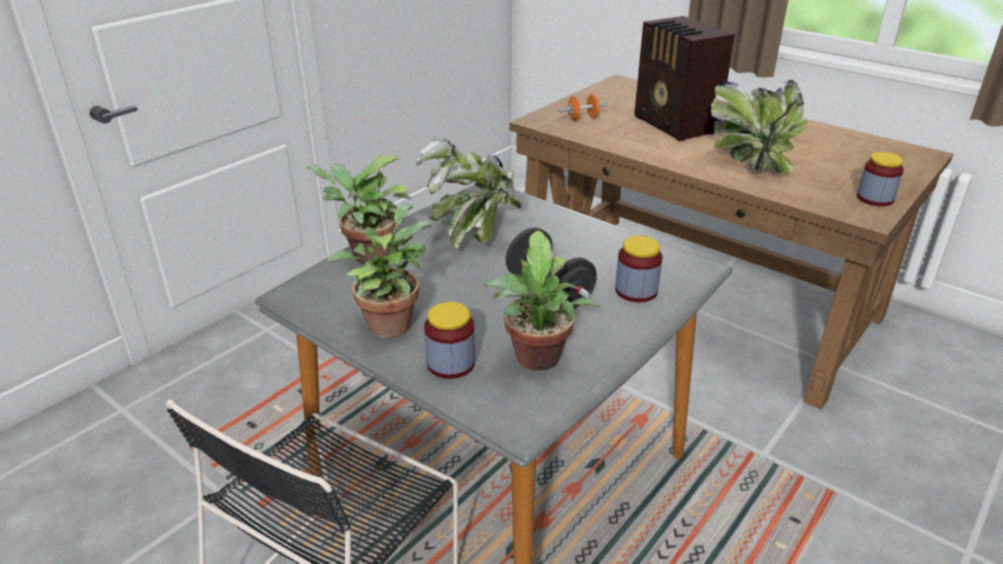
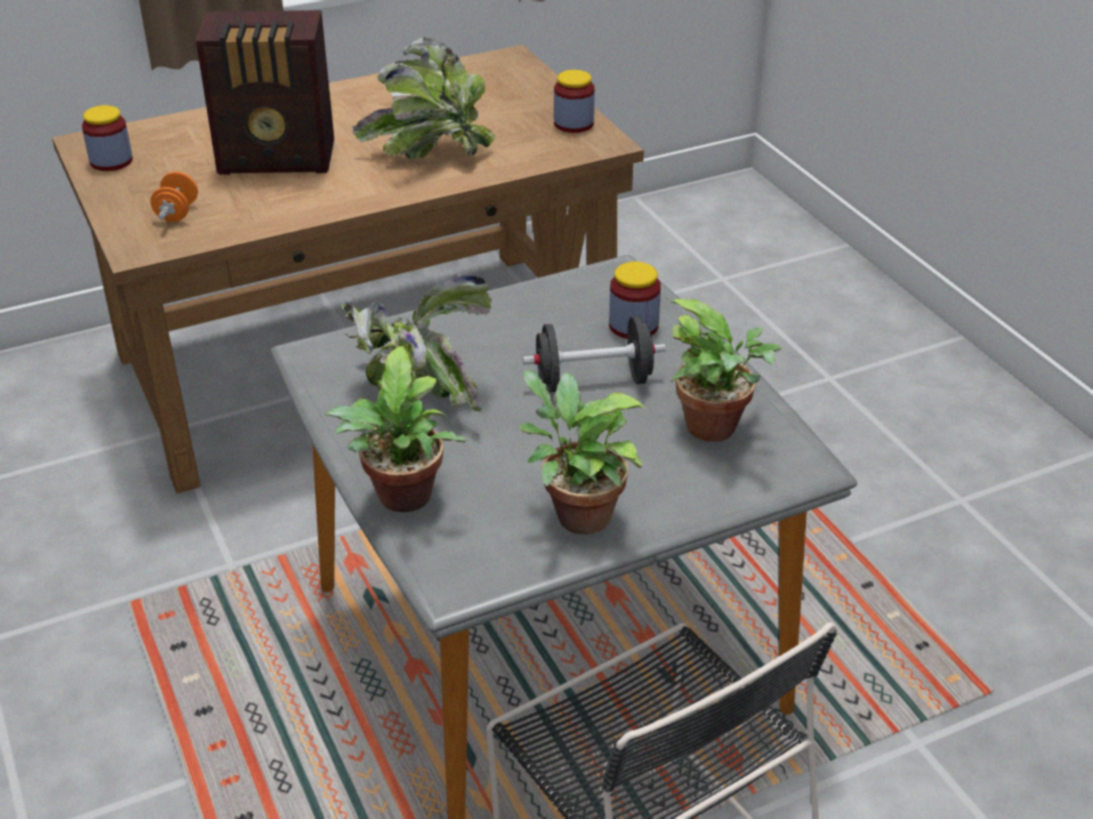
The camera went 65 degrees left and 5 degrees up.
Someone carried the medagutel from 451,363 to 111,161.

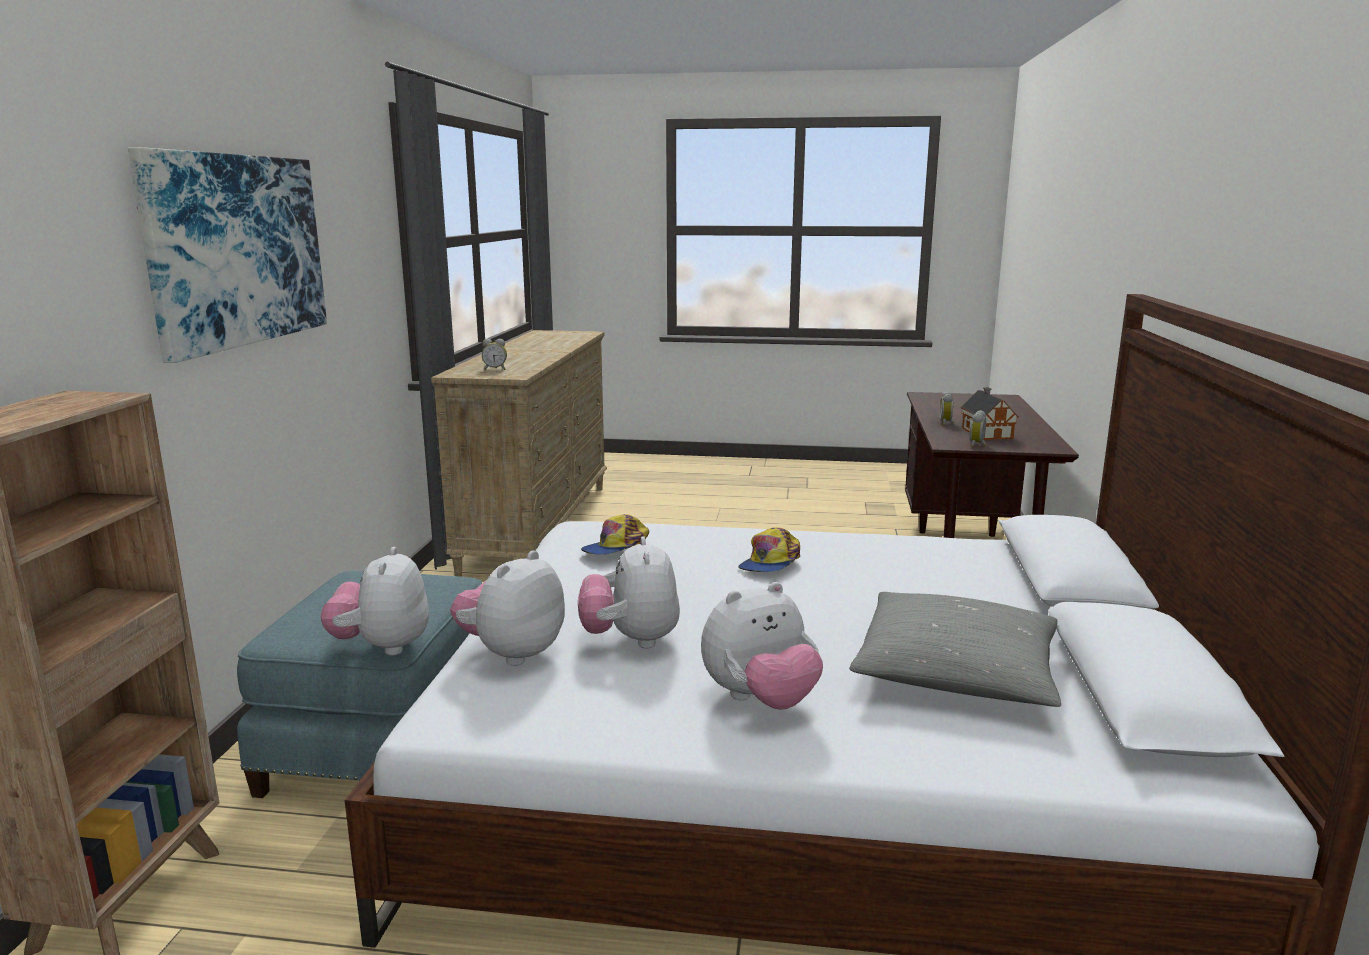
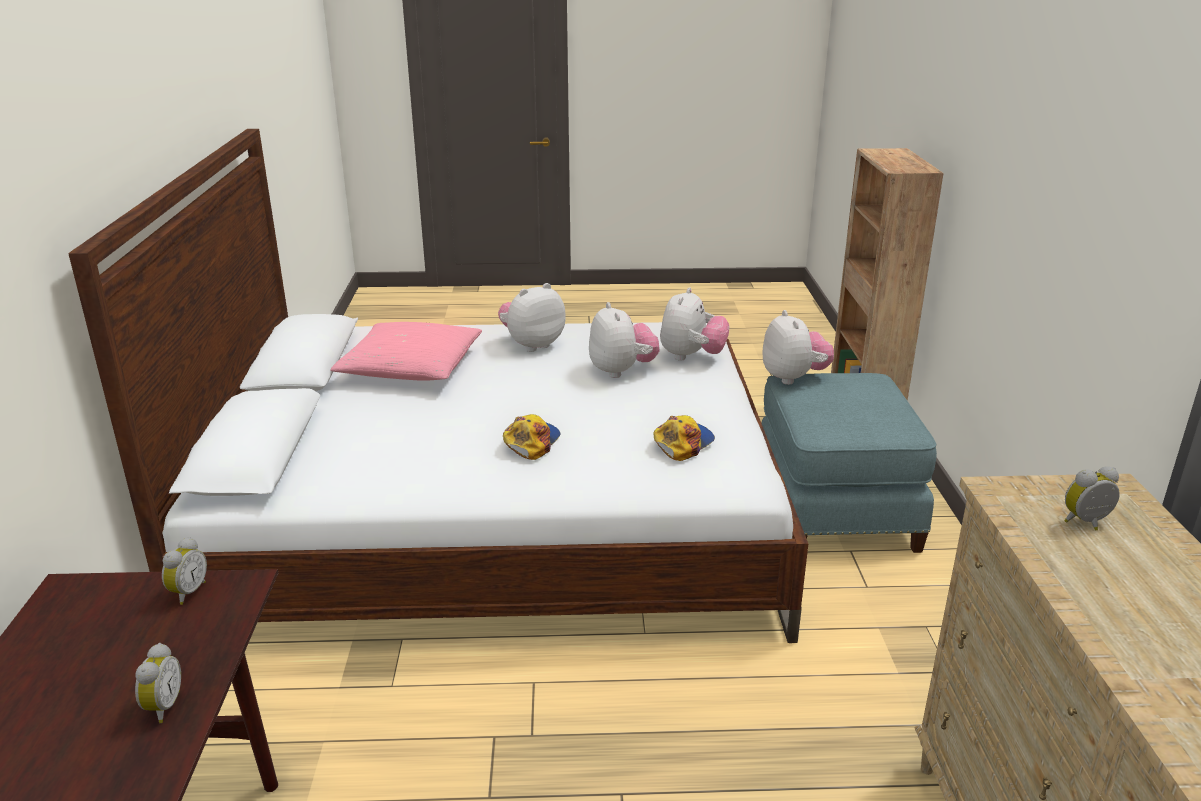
The camera went 170 degrees right and 10 degrees up.
Someone repainted the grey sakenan at 956,672, which became the pink sakenan at 411,368.
Someone took away the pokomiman at 237,250.
Someone took away the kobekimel at 986,432.

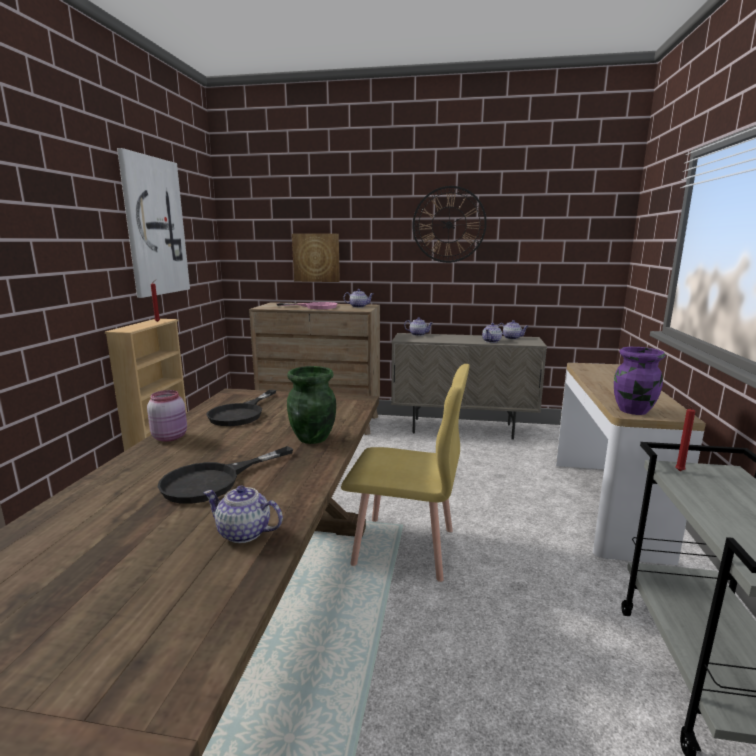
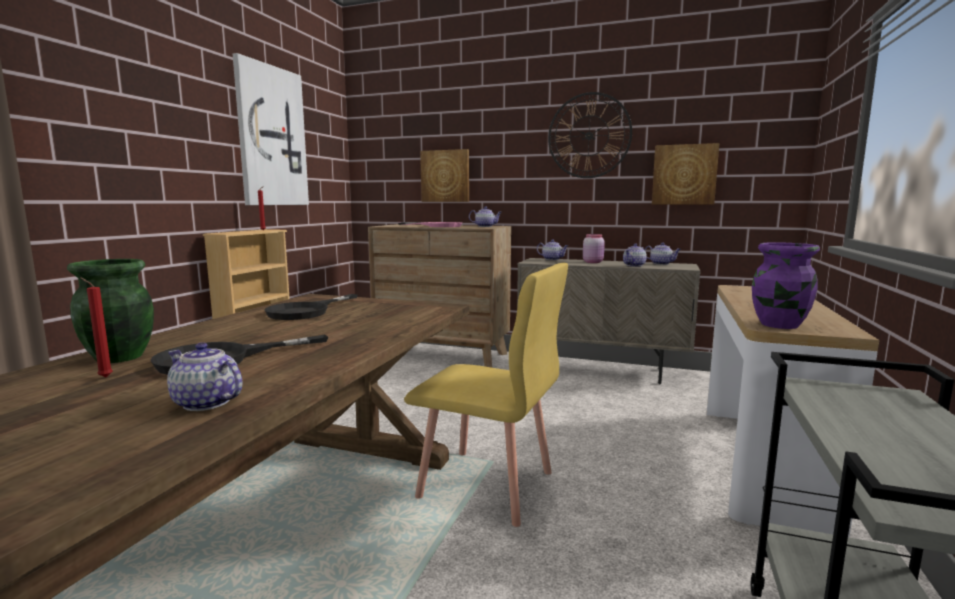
The camera went 10 degrees right and 5 degrees down.
Someone carried the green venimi from 313,438 to 120,357.
Someone carried the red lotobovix from 678,471 to 103,377.
Someone carried the pink medagutel from 171,437 to 593,262.
Someone put up the pokomiman at 684,175.

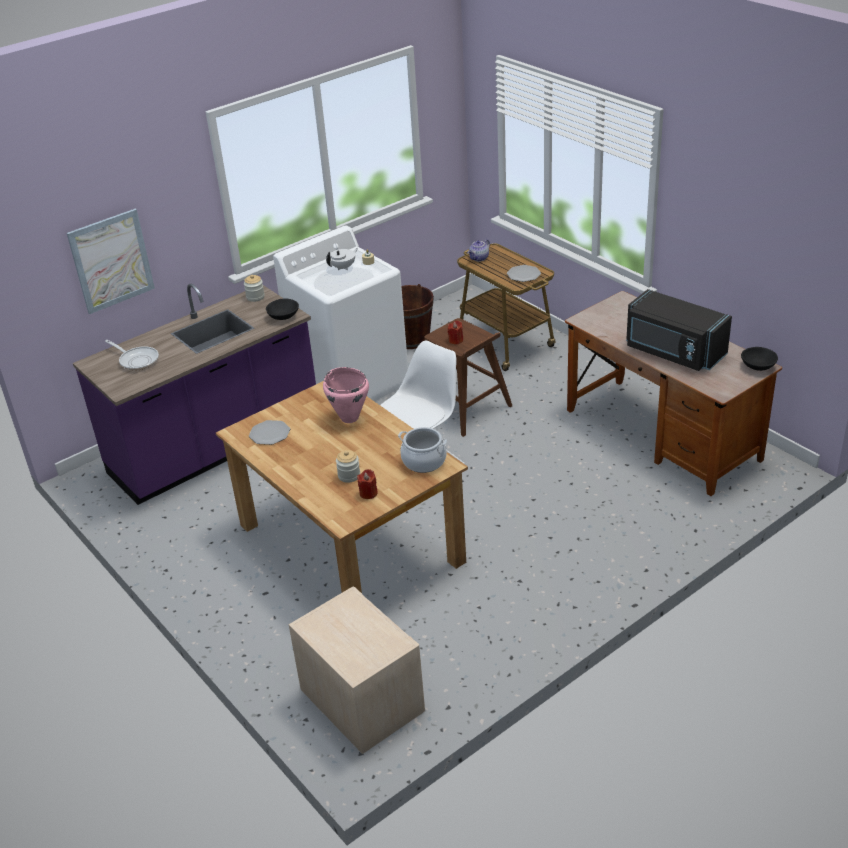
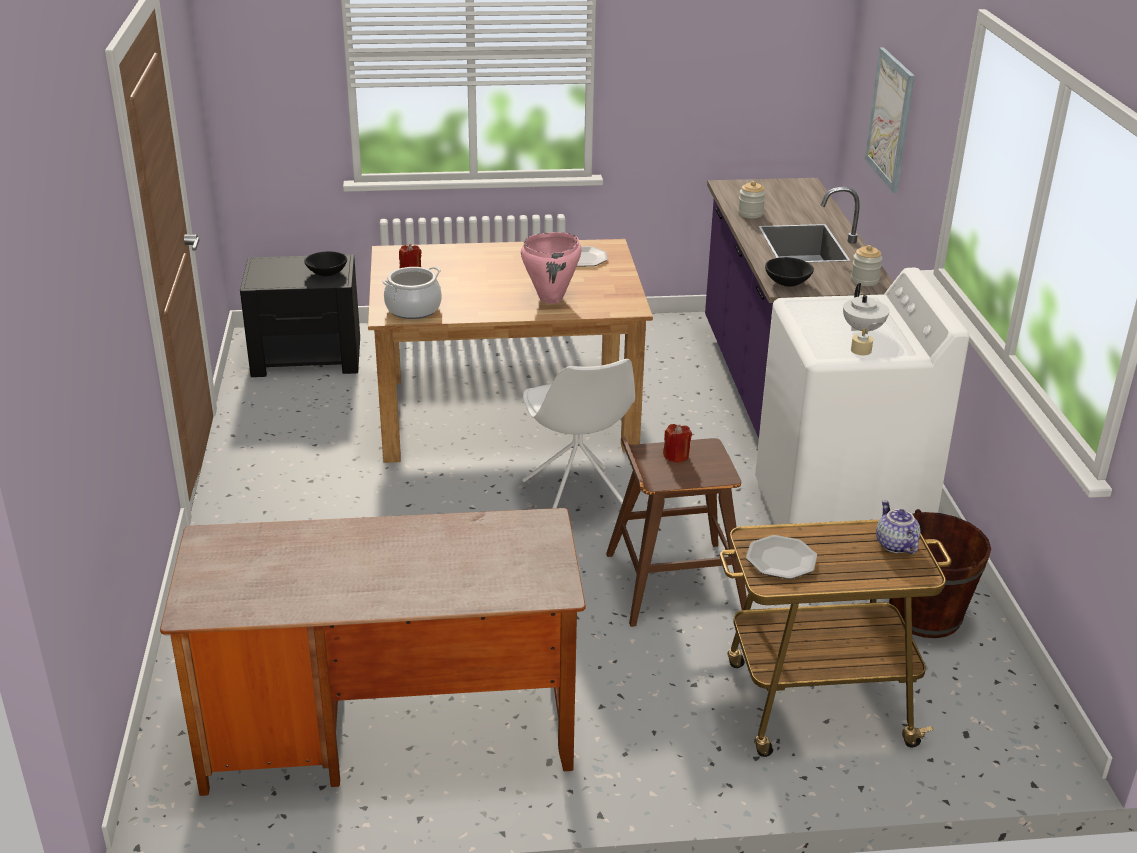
The camera went 120 degrees right and 5 degrees down.
Someone repainted the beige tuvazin at 361,699, which became the black tuvazin at 307,356.
Someone carried the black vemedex from 758,366 to 326,273.
Someone carried the medagutel from 349,475 to 750,214.
Someone took away the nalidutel at 137,360.
Someone took away the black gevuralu at 673,352.

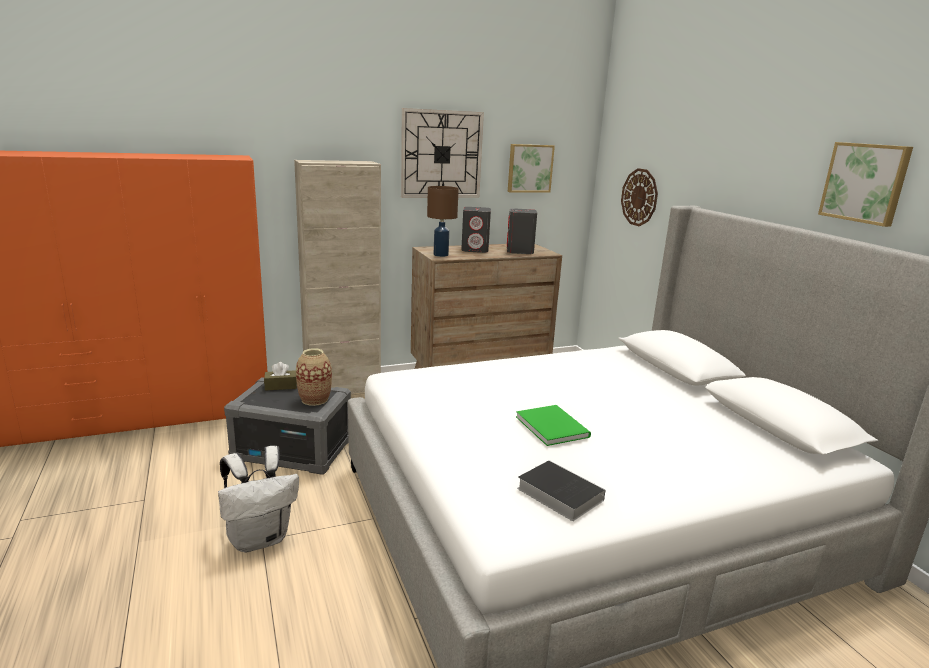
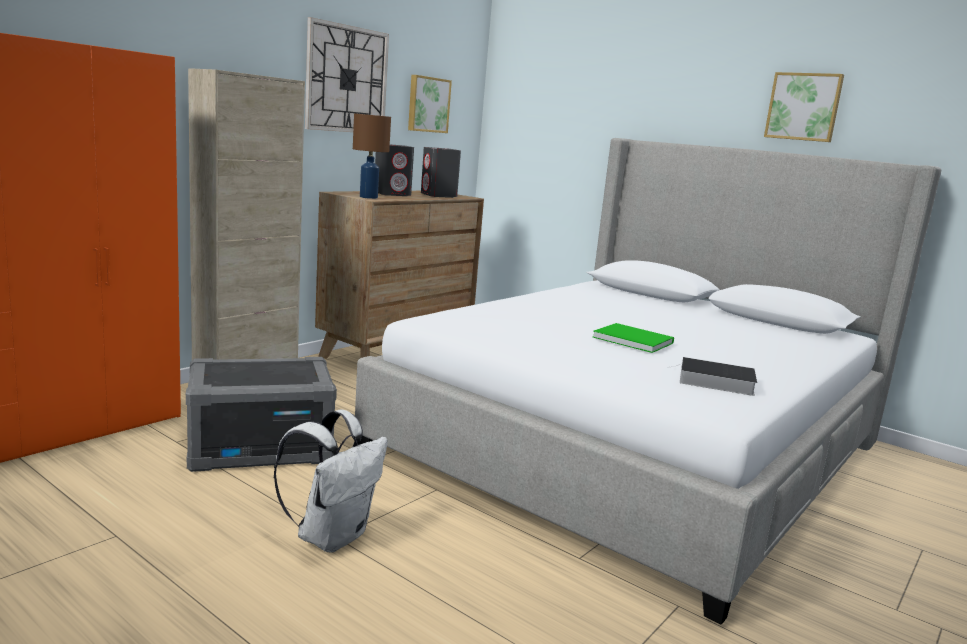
The camera went 30 degrees left and 5 degrees down.
Someone took away the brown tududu at 281,386.
Someone took away the venimi at 315,399.
Someone took away the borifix at 639,197.

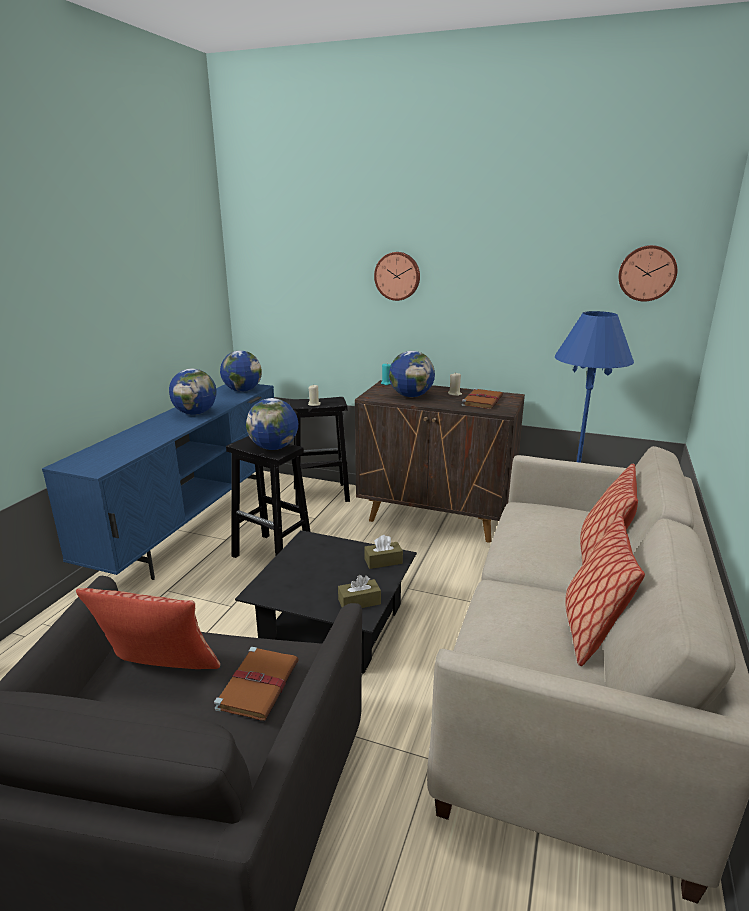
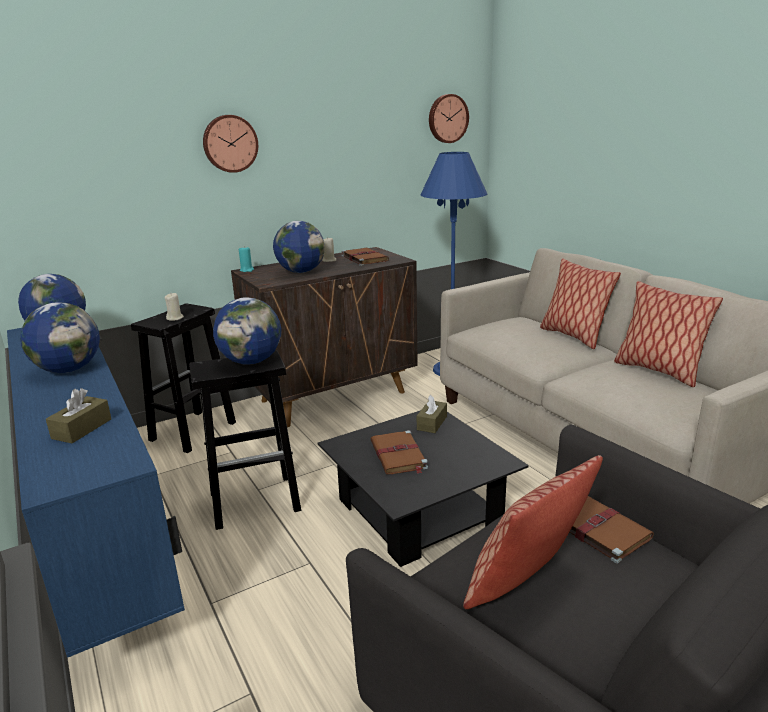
The camera went 50 degrees left and 0 degrees up.
Someone carried the brown tududu from 359,602 to 82,429.
Someone put down the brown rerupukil at 398,455.

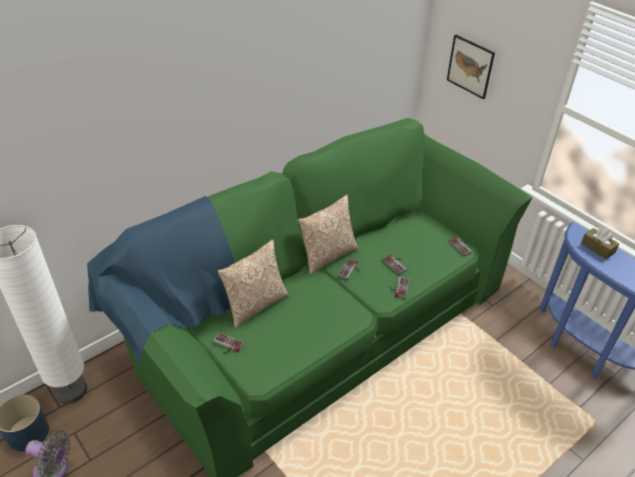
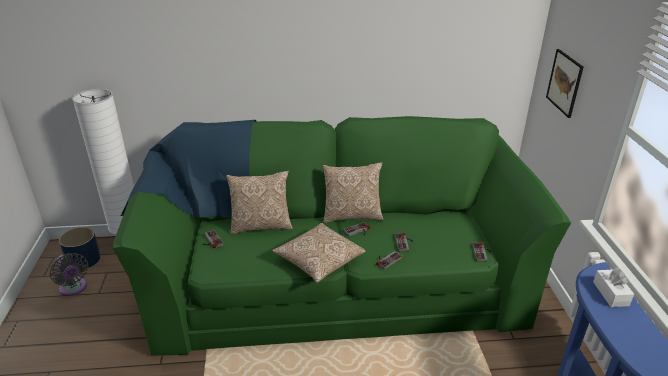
The camera went 35 degrees right and 10 degrees down.
Someone put down the sakenan at 319,261.
Someone repainted the brown tududu at 597,248, which became the white tududu at 610,293.

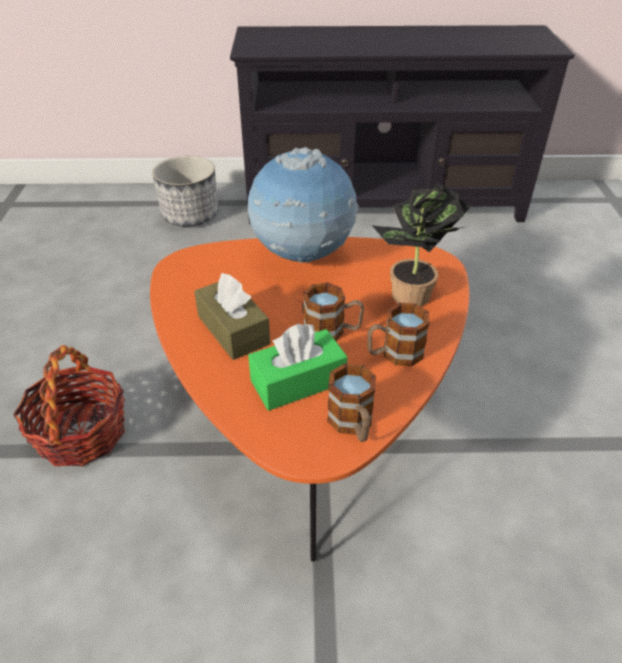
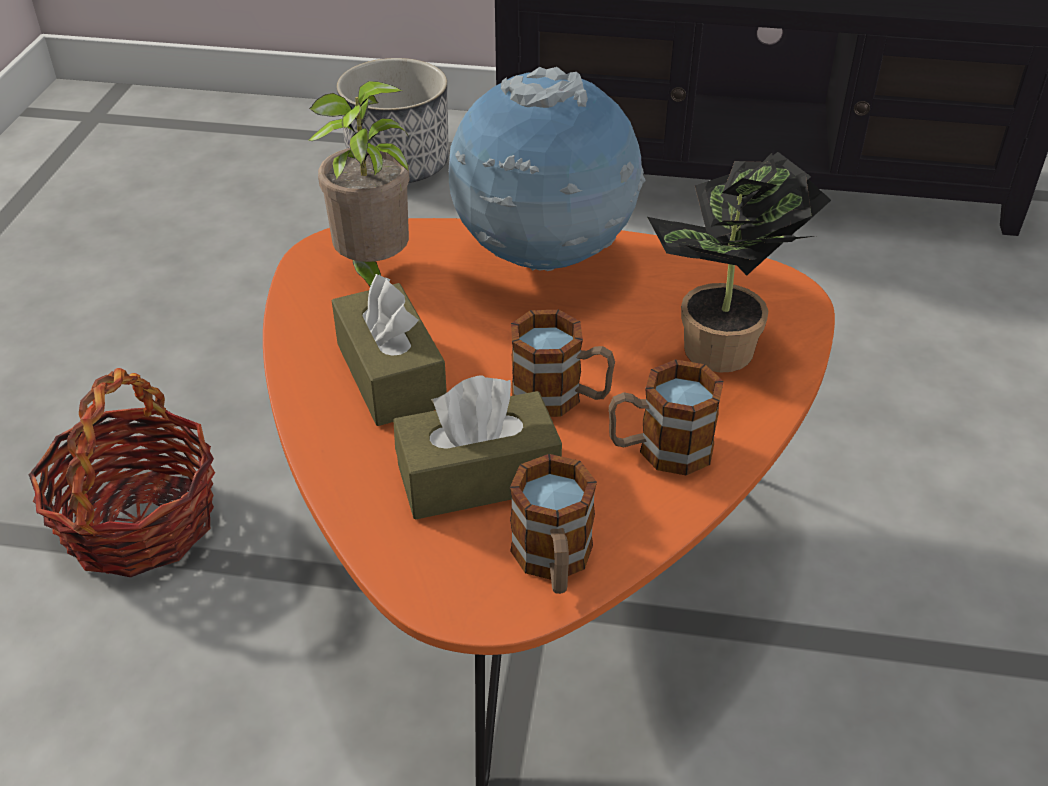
The camera went 10 degrees right and 0 degrees up.
Someone put down the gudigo at 372,271.
Someone repainted the green tududu at 298,382, which became the brown tududu at 478,477.

